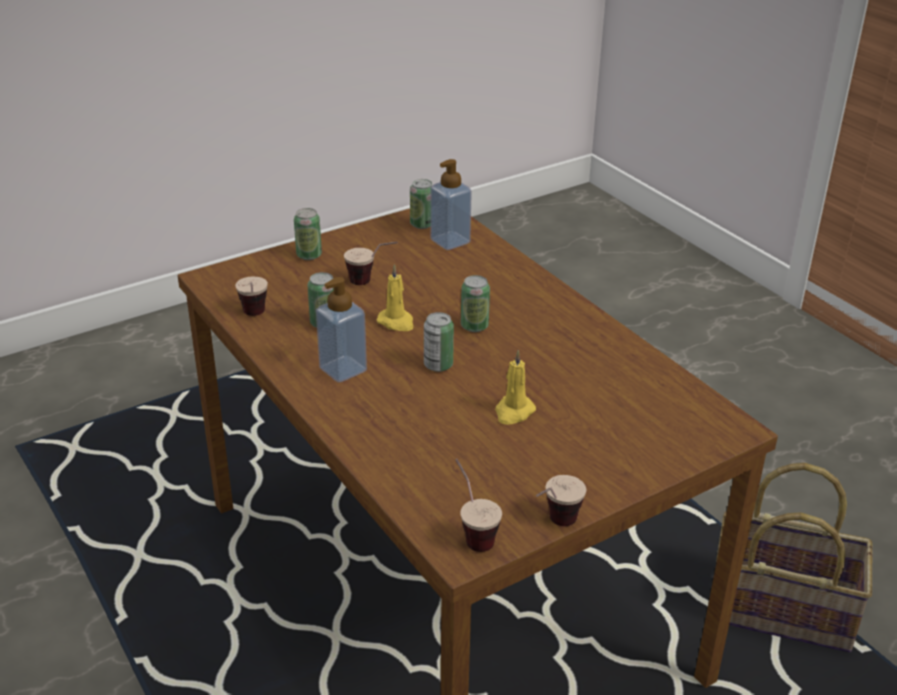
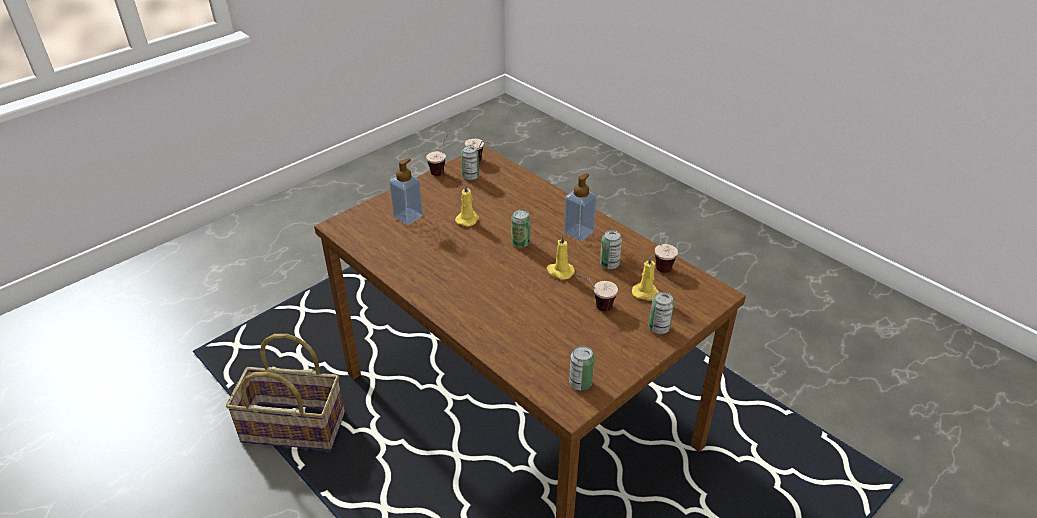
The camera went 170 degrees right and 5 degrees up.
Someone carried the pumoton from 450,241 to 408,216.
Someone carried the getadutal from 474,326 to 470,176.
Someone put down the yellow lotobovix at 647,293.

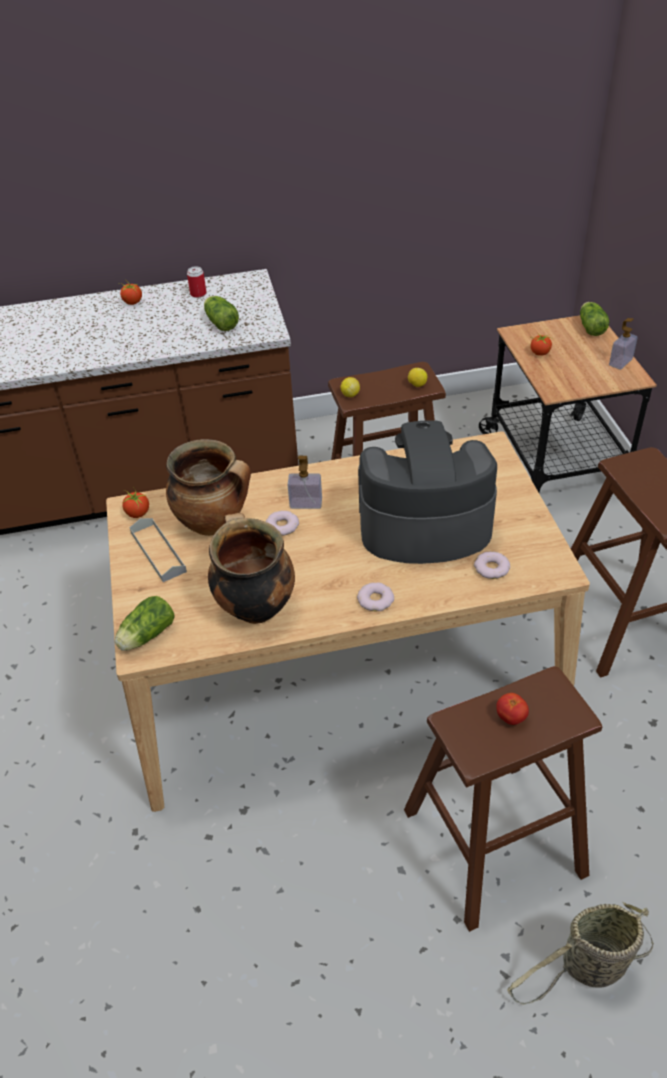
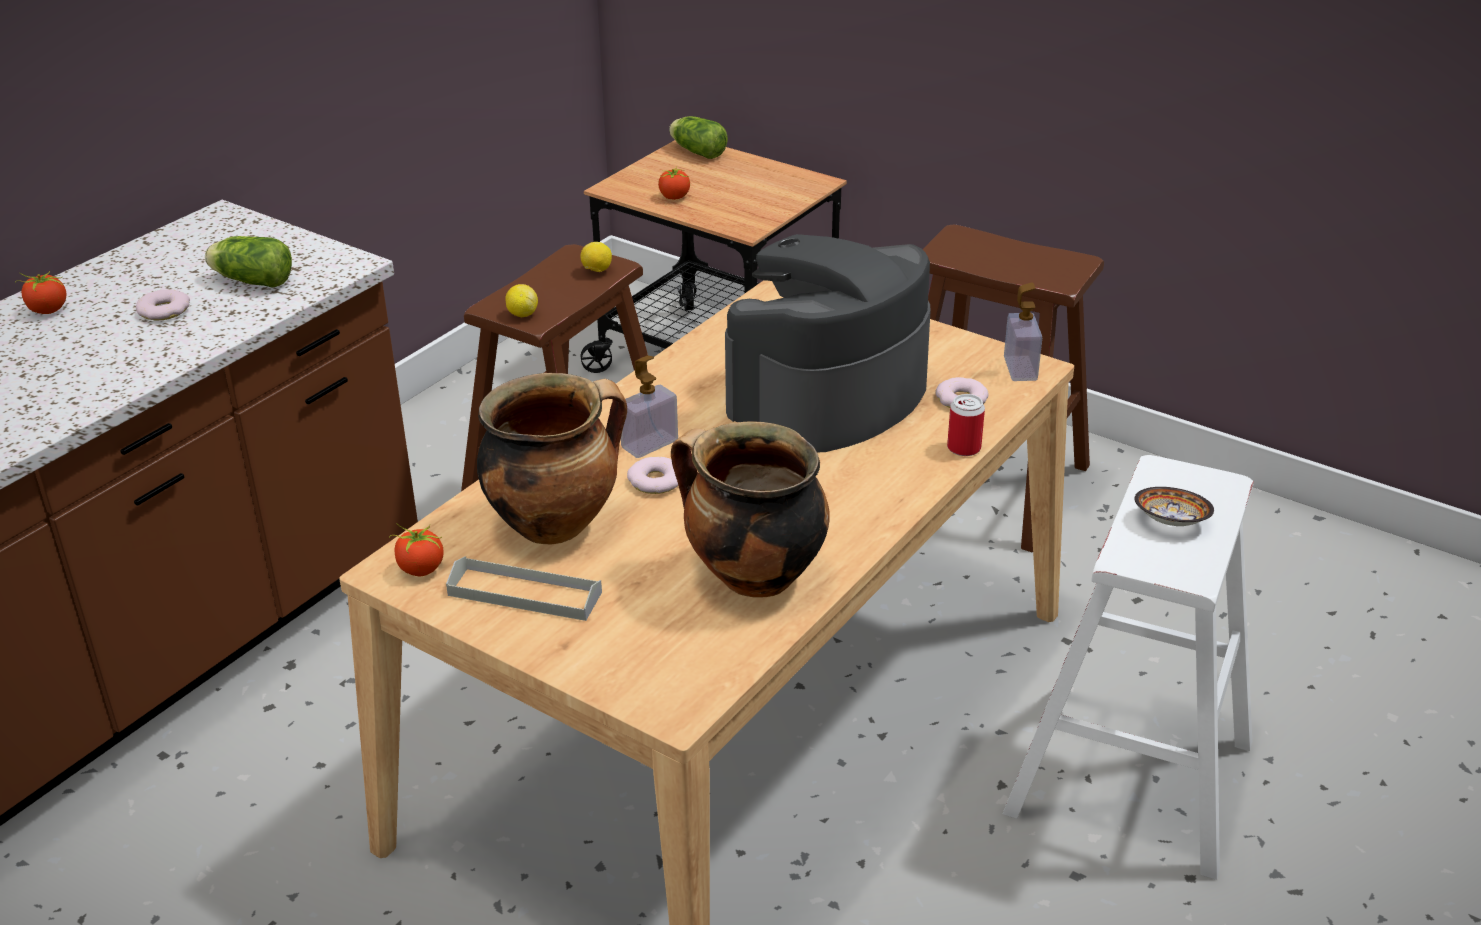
The camera went 45 degrees left and 10 degrees down.
Someone carried the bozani from 375,600 to 164,310.
Someone carried the getadutal from 198,294 to 964,448.
Someone repainted the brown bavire at 493,842, which became the white bavire at 1130,778.
Someone carried the pumoton from 620,362 to 1020,369.
Someone swapped the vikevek at 511,717 for the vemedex at 1171,521.
Someone took away the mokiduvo at 145,636.
Someone took away the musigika at 588,966.

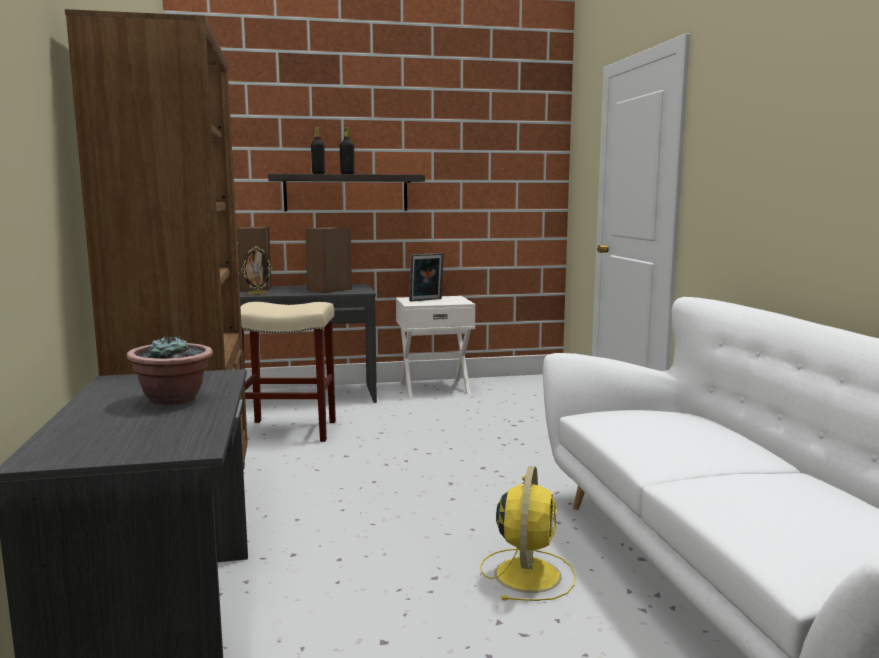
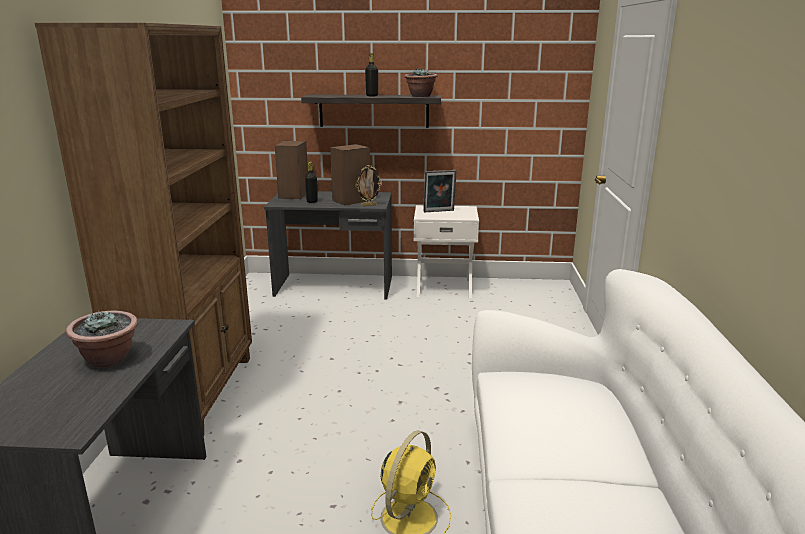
The camera went 15 degrees right and 10 degrees up.
Someone carried the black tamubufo from 318,174 to 312,201.
Someone carried the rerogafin from 257,294 to 369,205.
Someone put down the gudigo at 420,96.
Someone took away the beige bavire at 287,431.

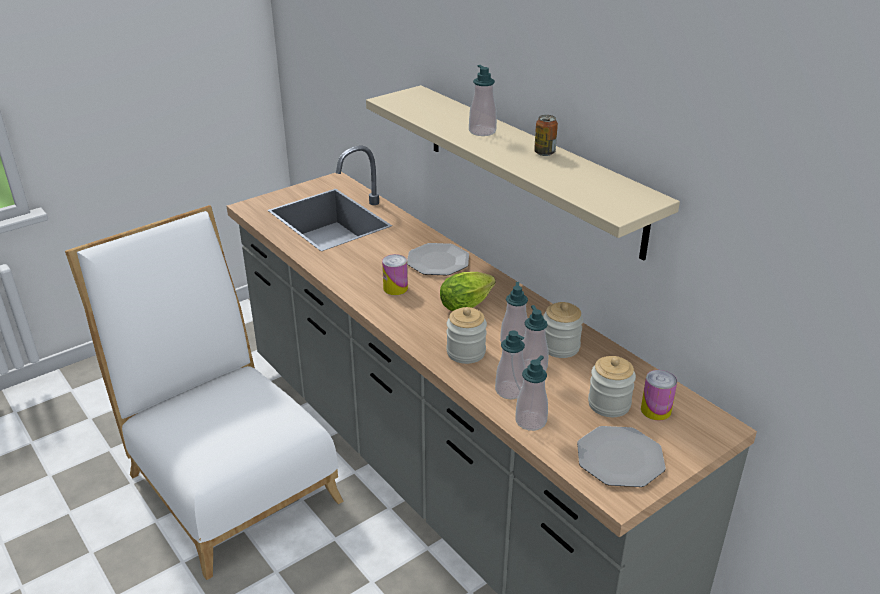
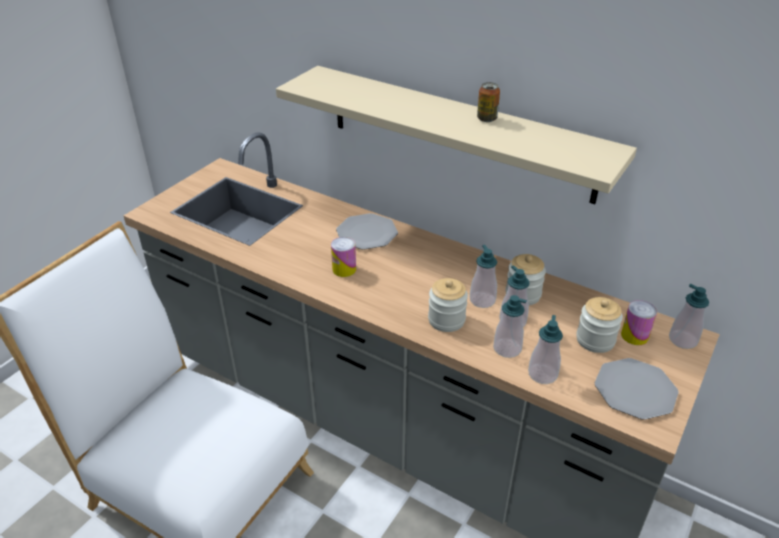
The camera went 20 degrees left and 5 degrees up.
Someone carried the pumoton from 482,131 to 683,340.
Someone took away the mokiduvo at 468,304.

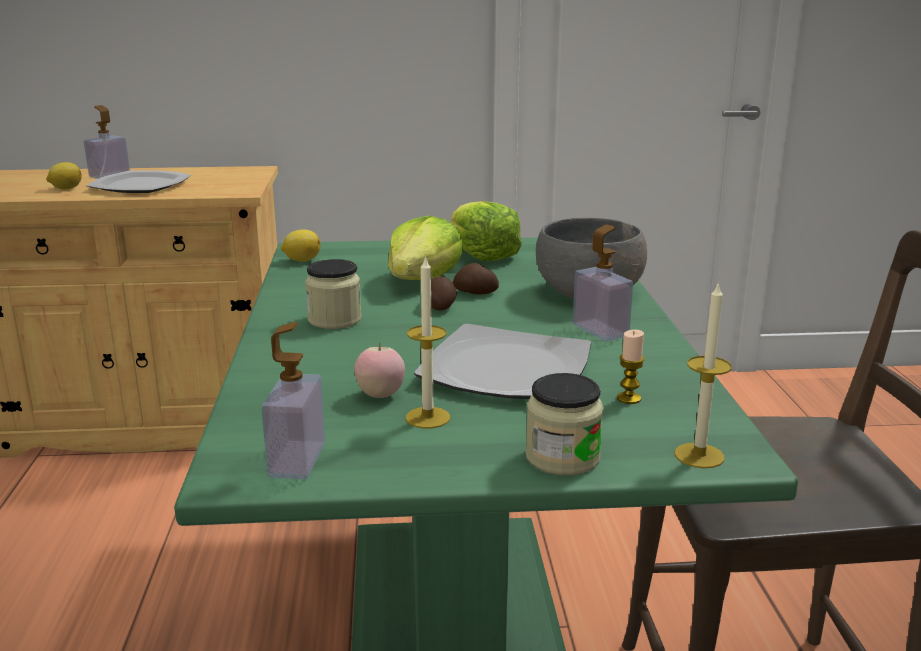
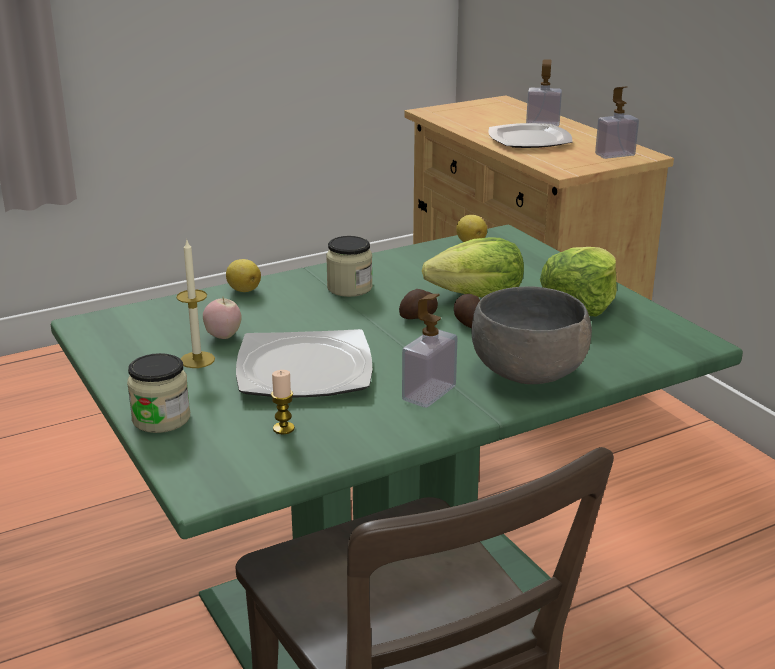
The camera went 65 degrees right and 5 degrees up.
Someone carried the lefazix from 66,189 to 243,289.
Someone carried the pumoton from 297,460 to 615,155.
Someone took away the lotobovix at 699,455.

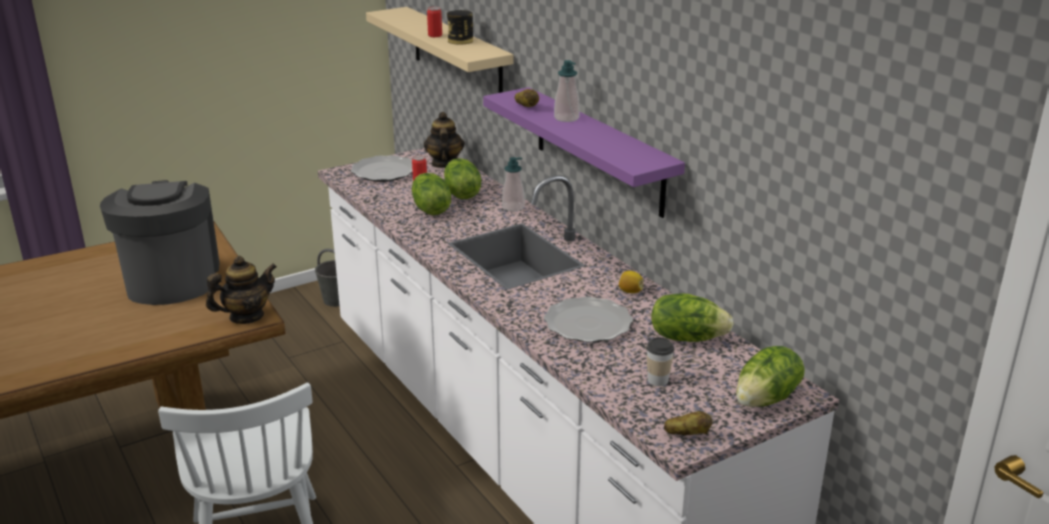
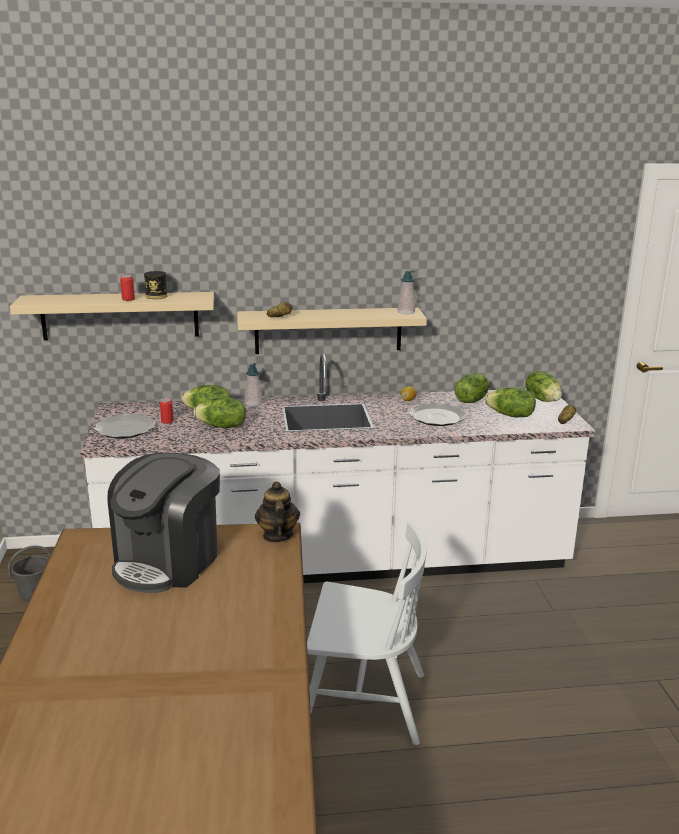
The camera went 65 degrees left and 5 degrees down.
Someone rotated the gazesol at 171,279 by 75 degrees counterclockwise.
Someone repainted the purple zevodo at 598,151, which became the beige zevodo at 328,330.
Someone carried the pumoton from 566,118 to 406,312.
Someone swapped the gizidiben at 658,380 for the mokiduvo at 510,415.
Someone took away the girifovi at 444,163.

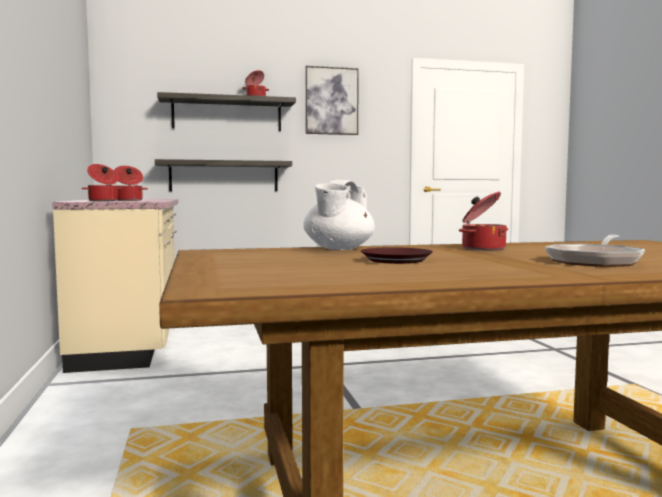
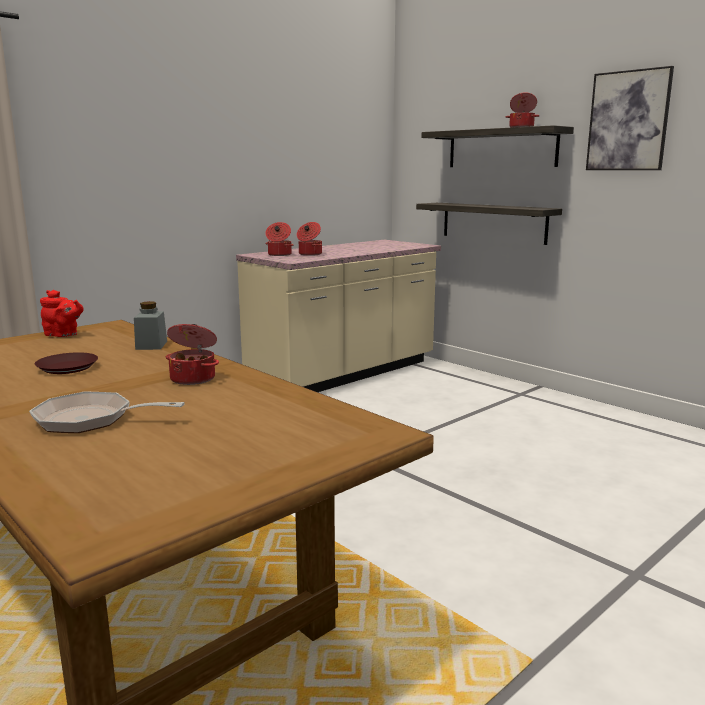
The camera went 60 degrees right and 10 degrees up.
Someone put down the red girifovi at 63,335.
Someone swapped the white girifovi at 338,249 for the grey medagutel at 151,345.

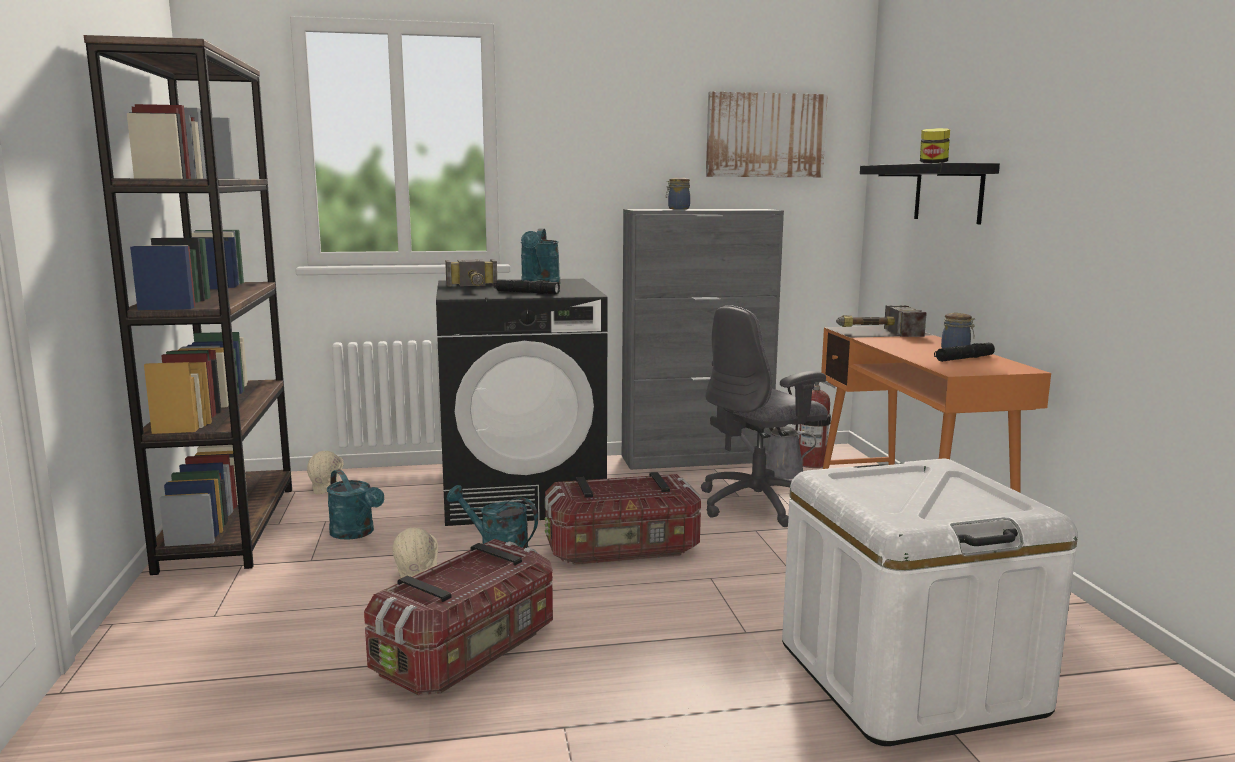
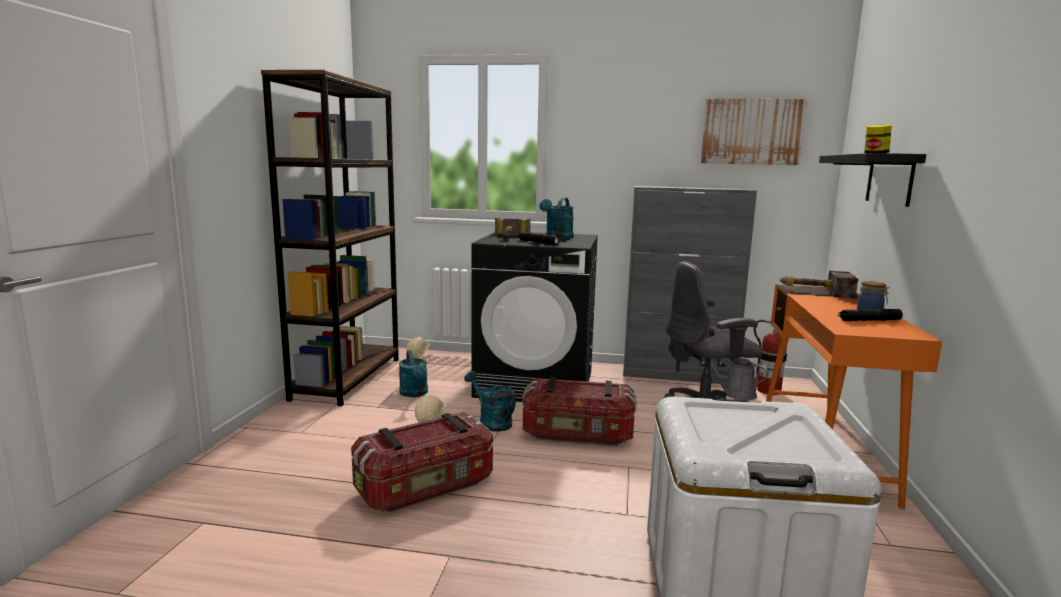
The camera went 20 degrees right and 0 degrees up.
Someone took away the medagutel at 677,208.

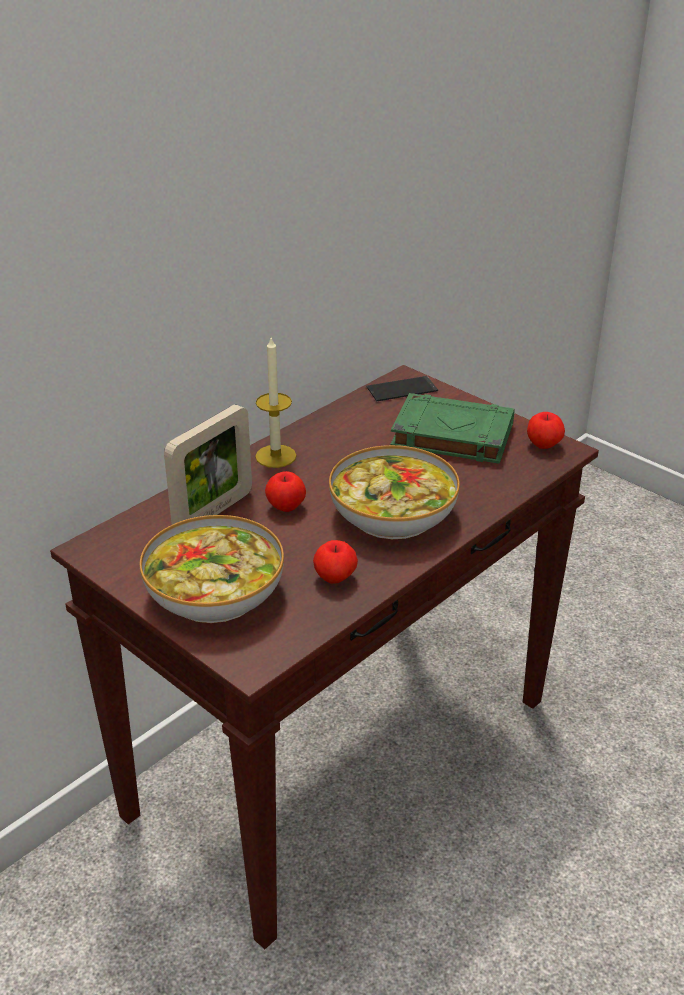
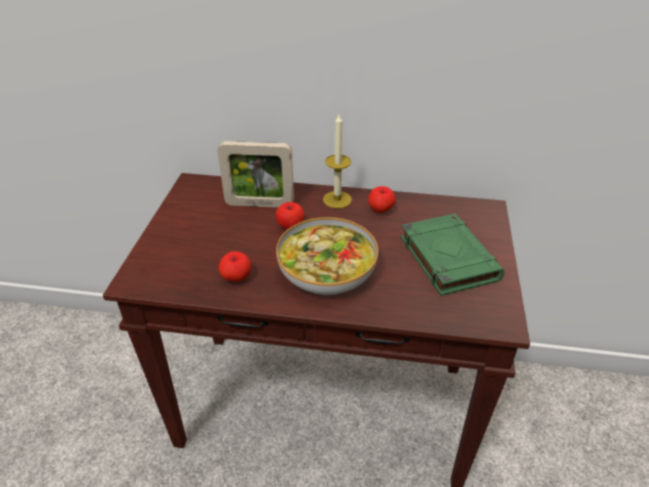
The camera went 55 degrees right and 5 degrees up.
Someone carried the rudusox from 544,445 to 380,210.
Someone took away the vemedex at 214,591.
Someone took away the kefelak at 402,389.

